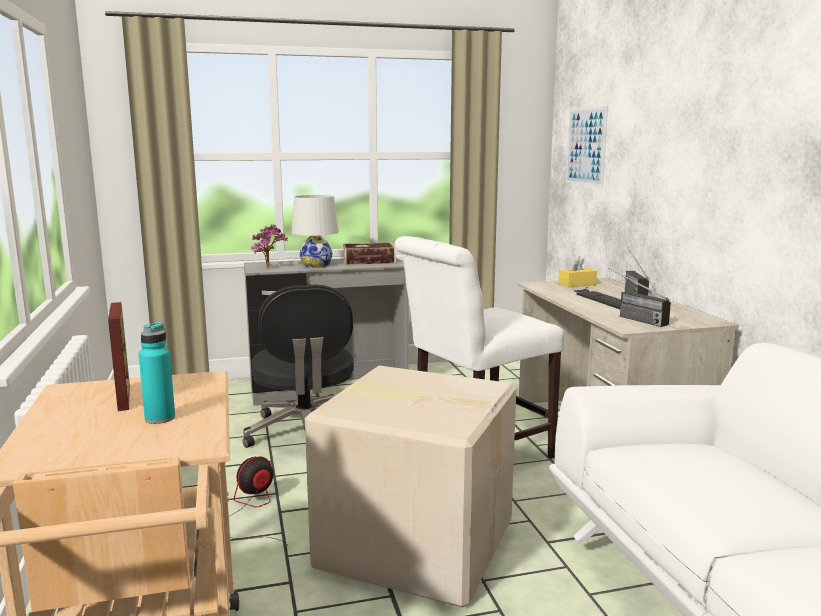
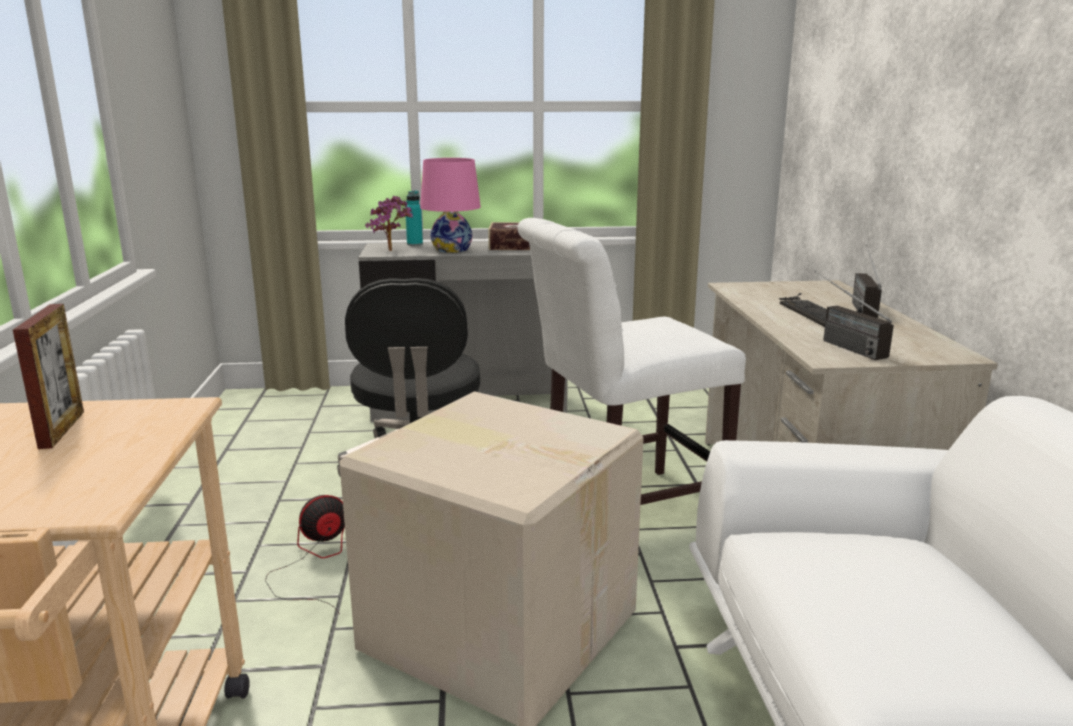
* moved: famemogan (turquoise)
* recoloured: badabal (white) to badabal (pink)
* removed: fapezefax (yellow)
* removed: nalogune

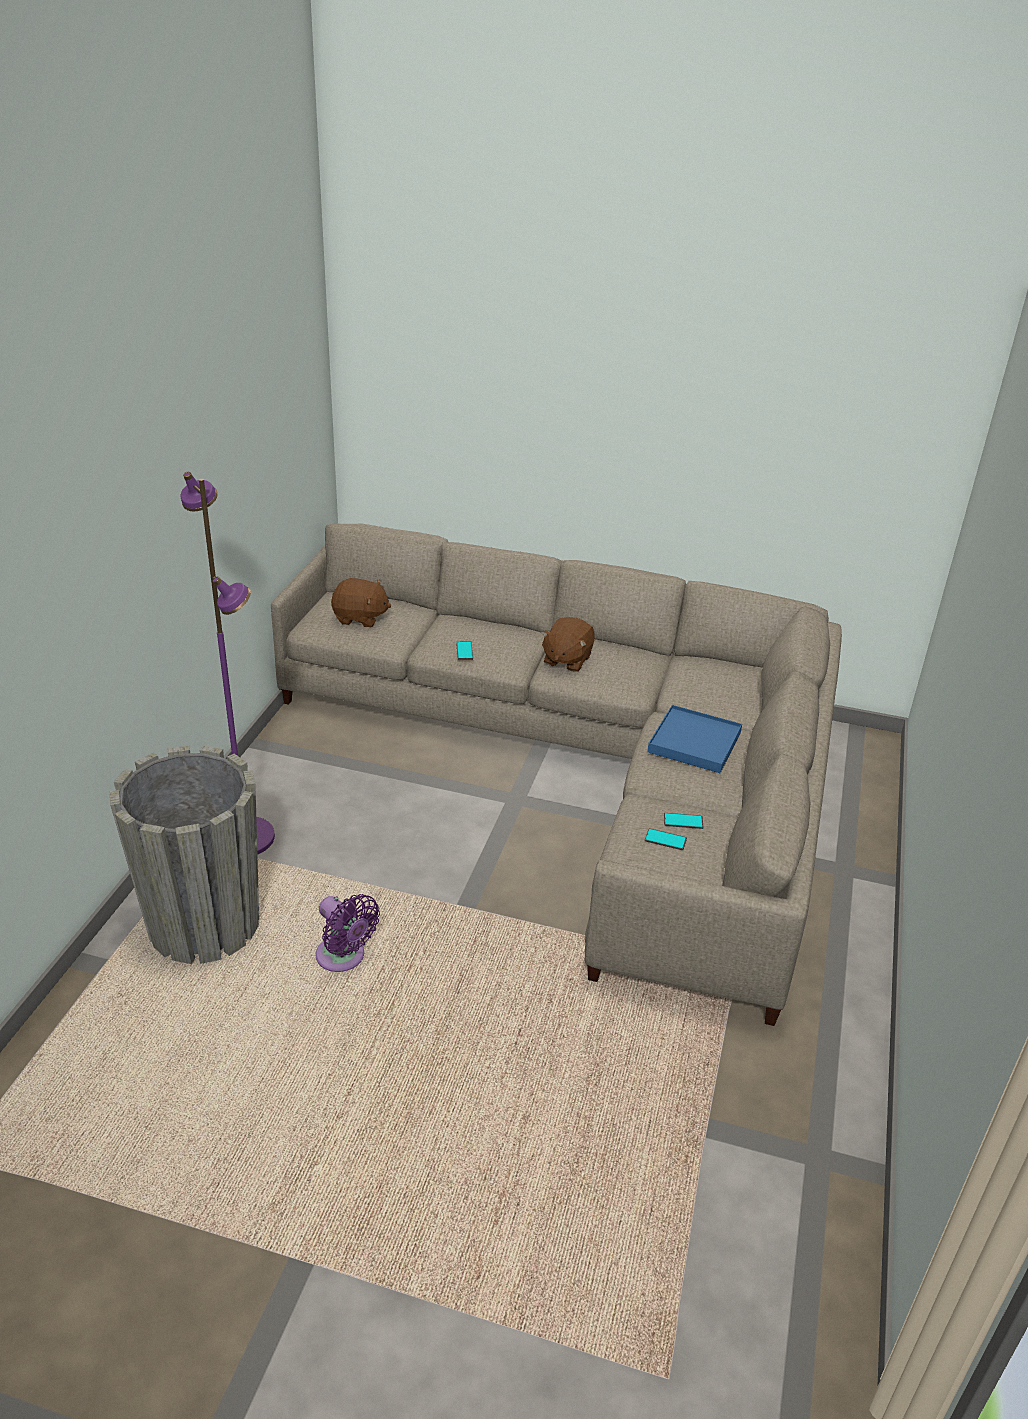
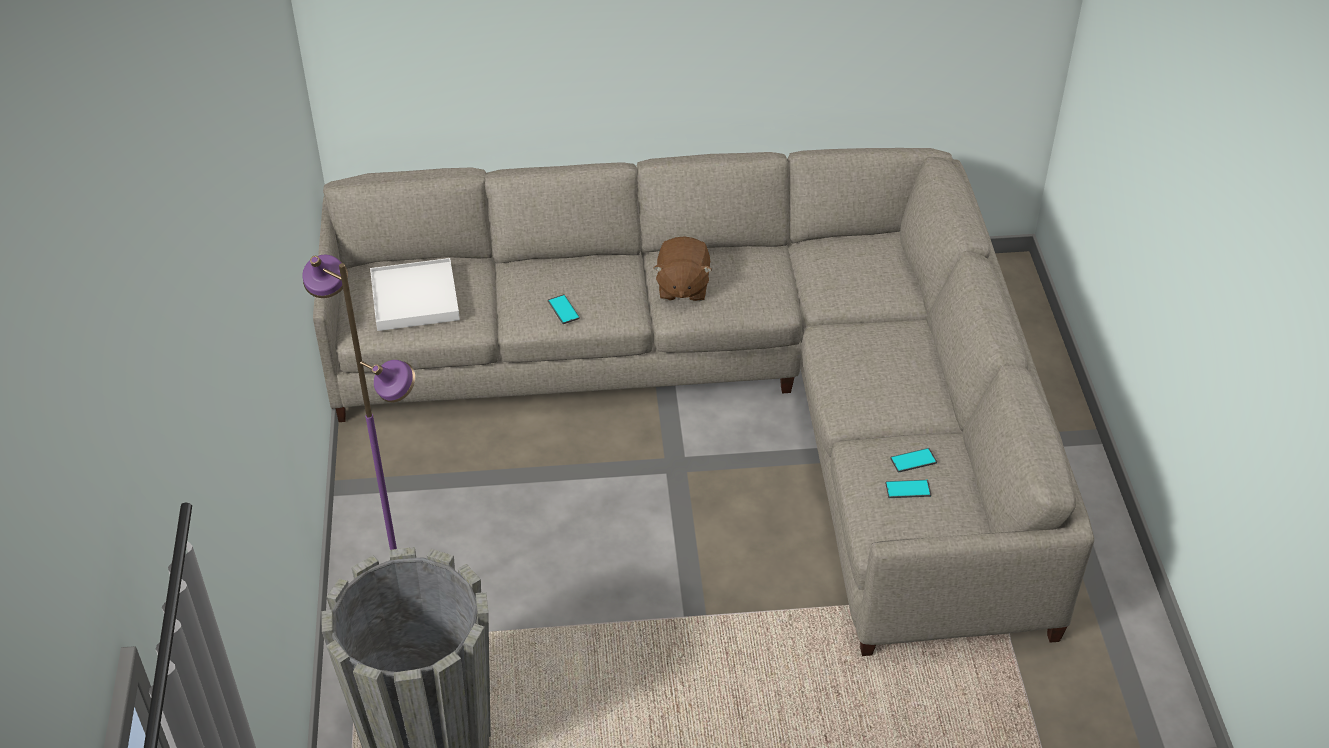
* removed: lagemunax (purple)
* replaced: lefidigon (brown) (1st from left) to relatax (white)
* removed: relatax (blue)

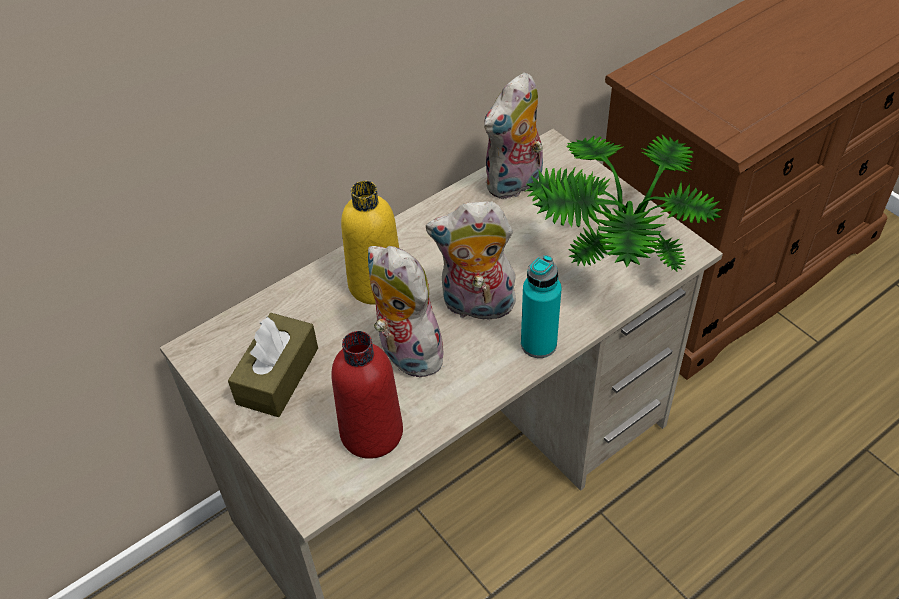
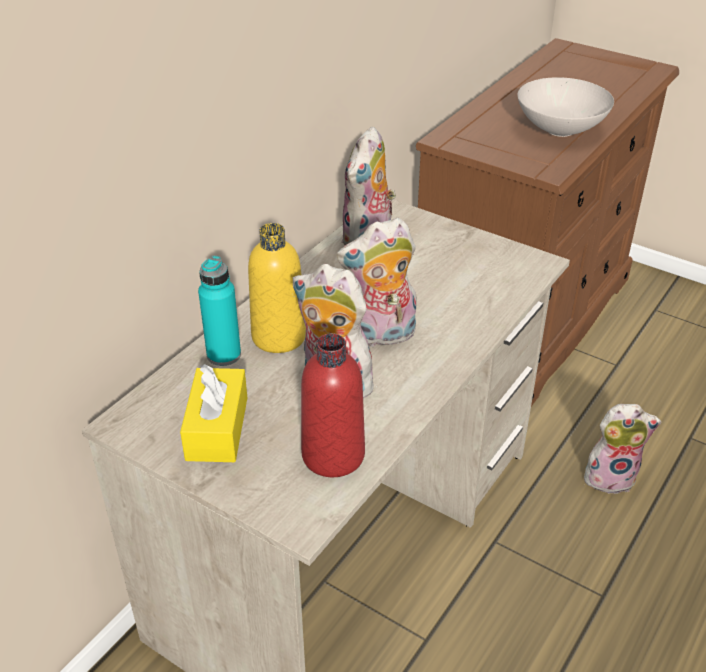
* recoloured: fapezefax (brown) to fapezefax (yellow)
* moved: famemogan (turquoise)
* removed: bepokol
* added: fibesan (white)
* added: lefidigon (4th from left)

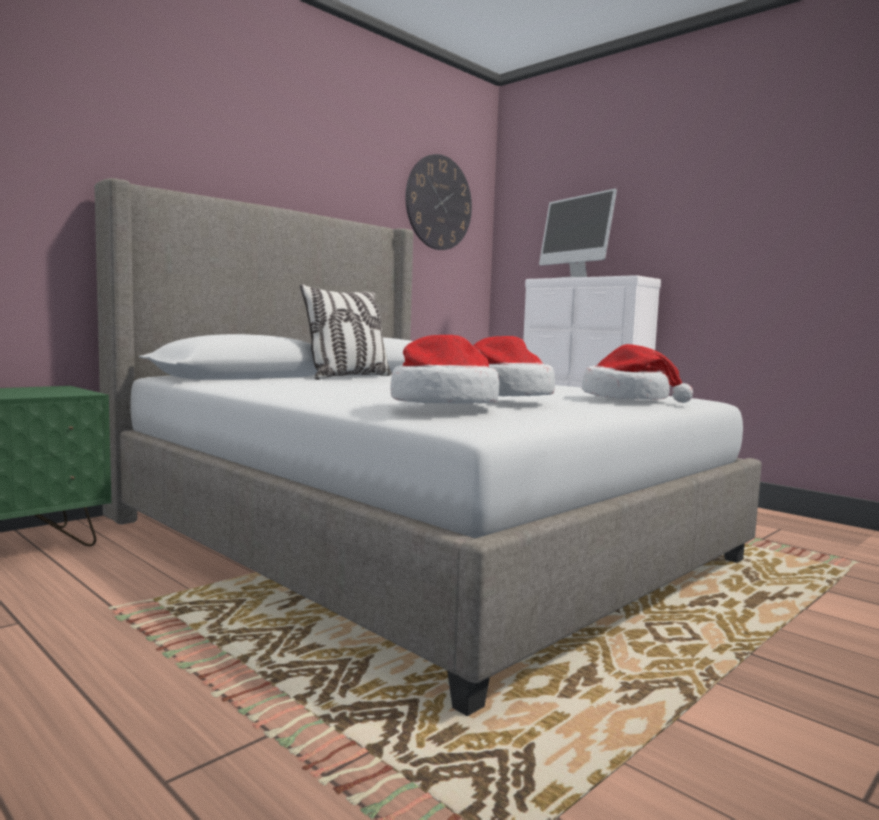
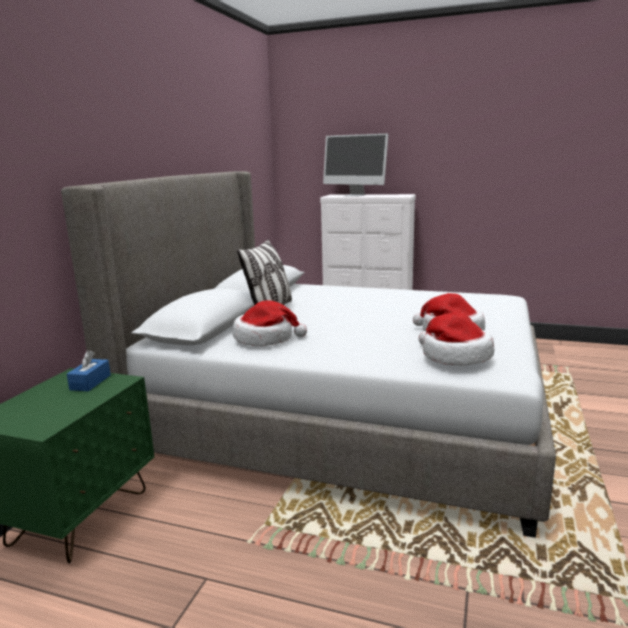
* removed: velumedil
* moved: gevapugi (3rd from left in the first image) to gevapugi (1st from left)
* added: fapezefax (blue)

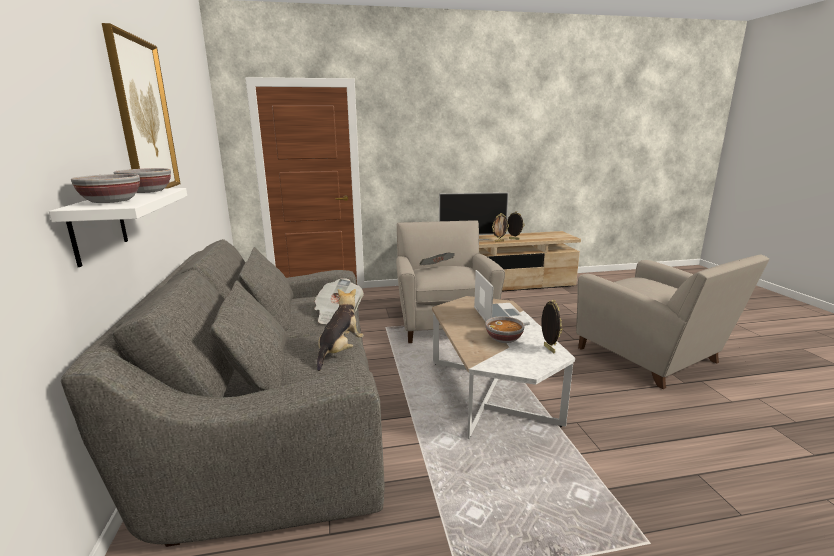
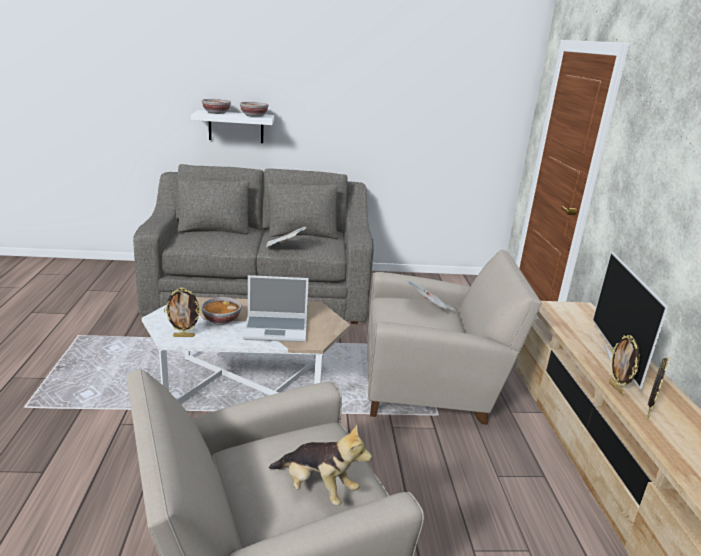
* removed: nalogune
* moved: lefidigon

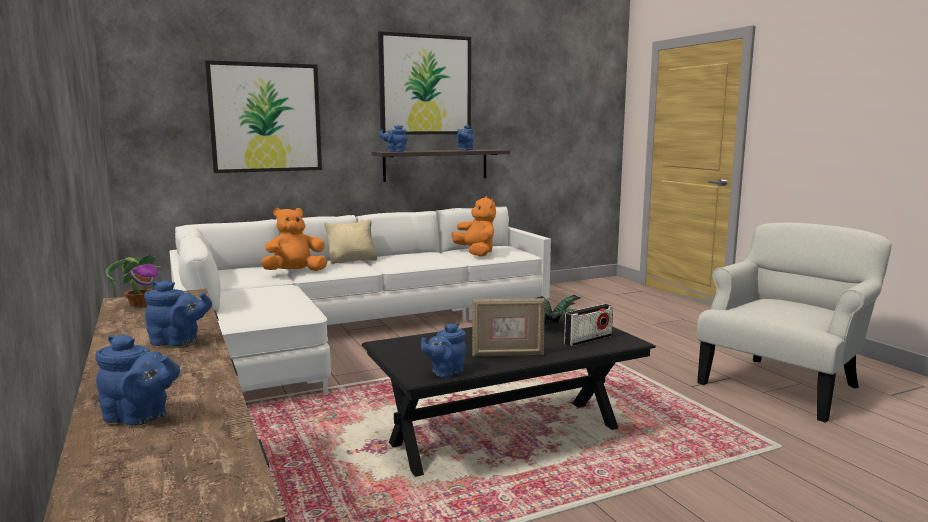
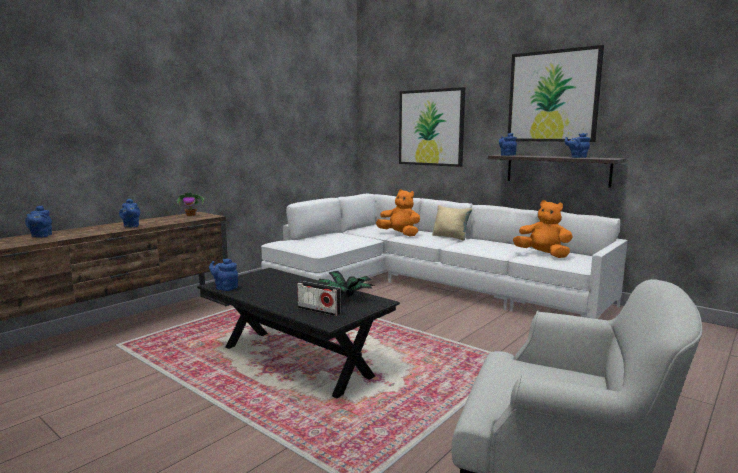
* turned: lefidigon (orange) (2nd from left) 90 degrees counterclockwise
* removed: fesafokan

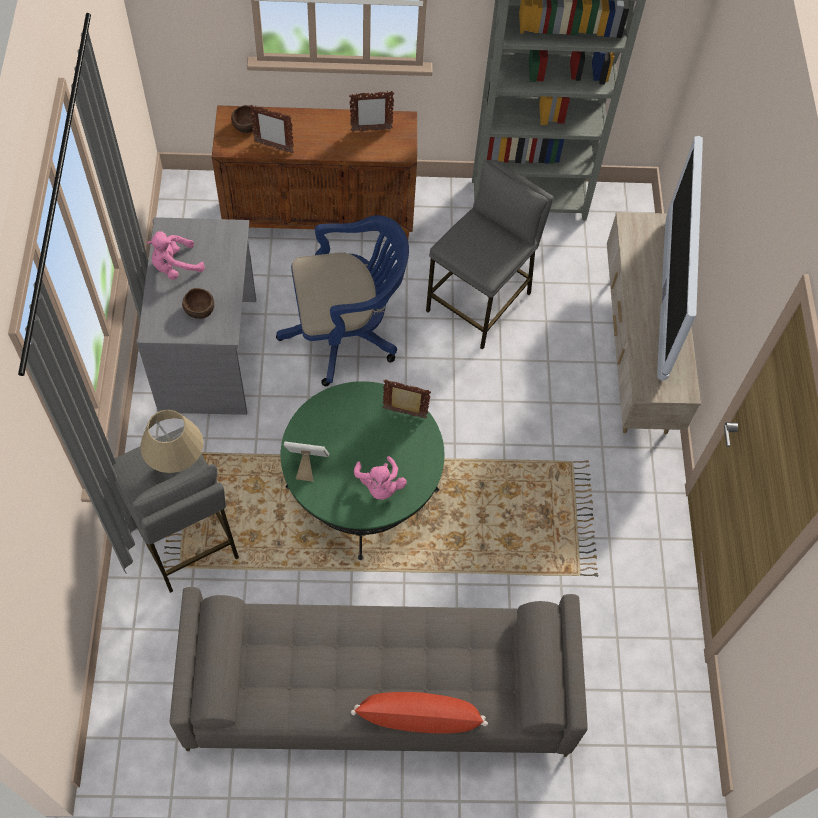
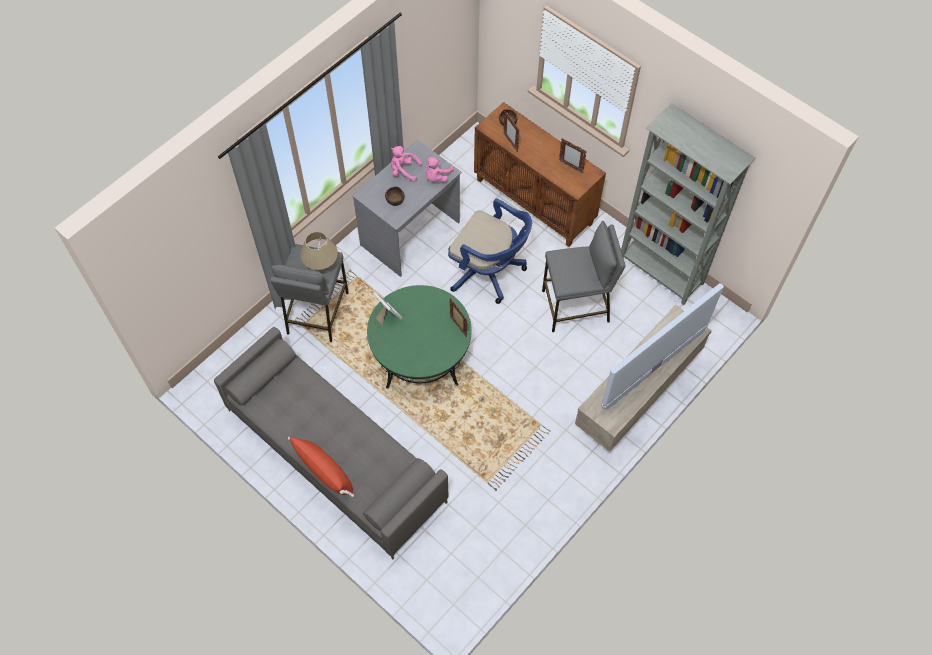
* moved: lefidigon (pink) (2nd from left)

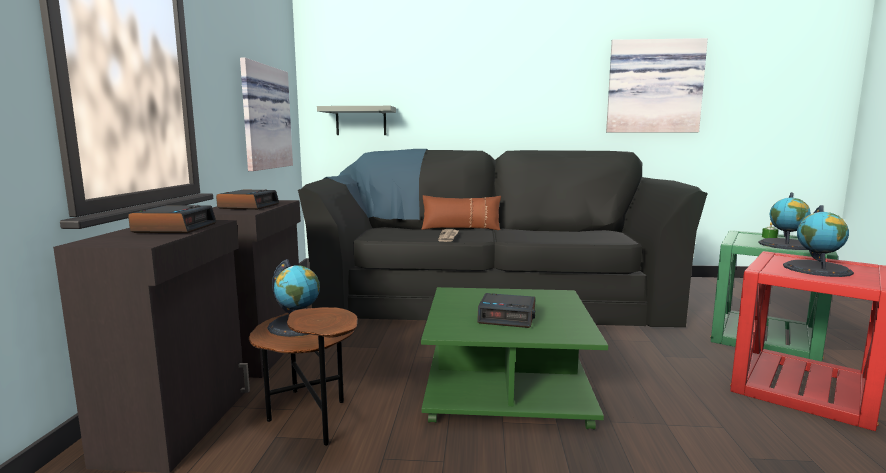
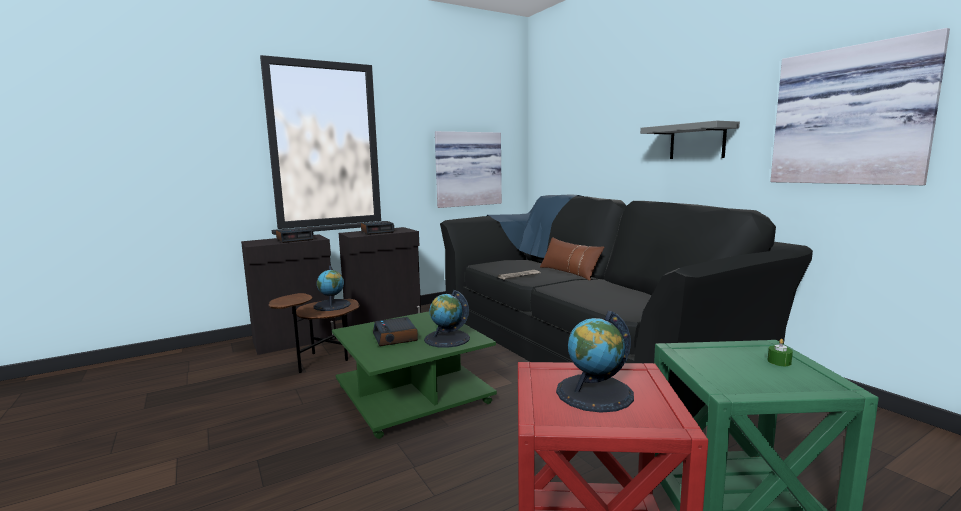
* moved: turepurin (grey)
* moved: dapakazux (2nd from left)

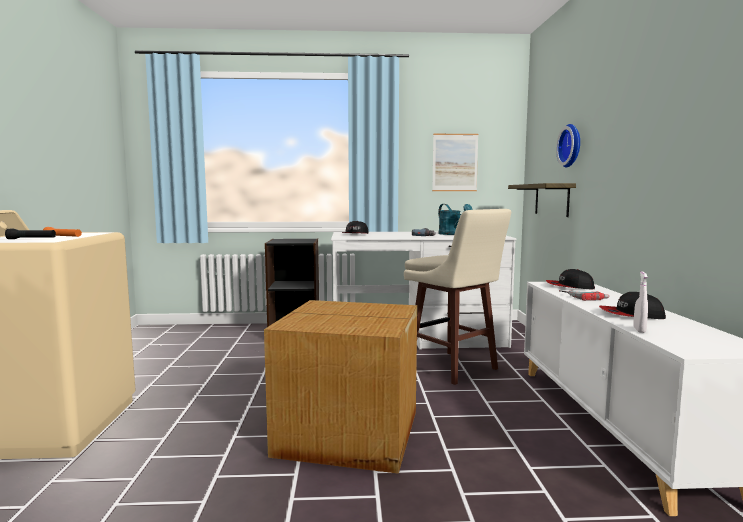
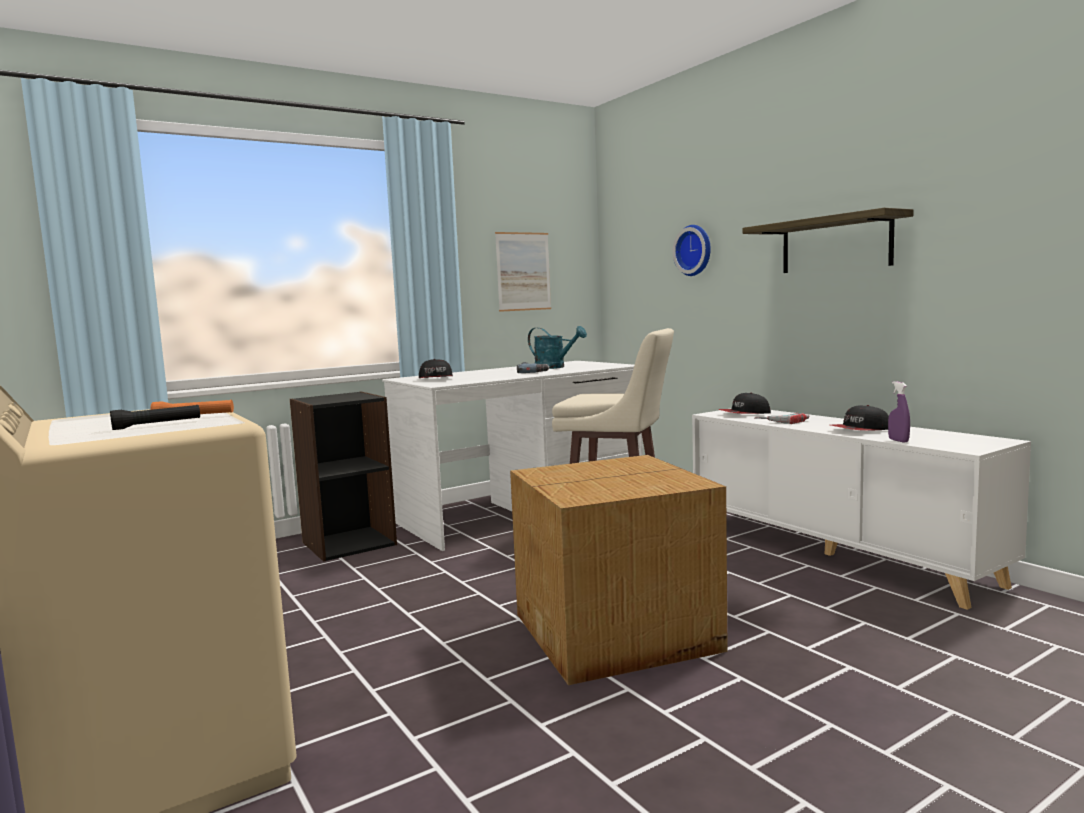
* moved: turepurin
* recoloured: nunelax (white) to nunelax (purple)

